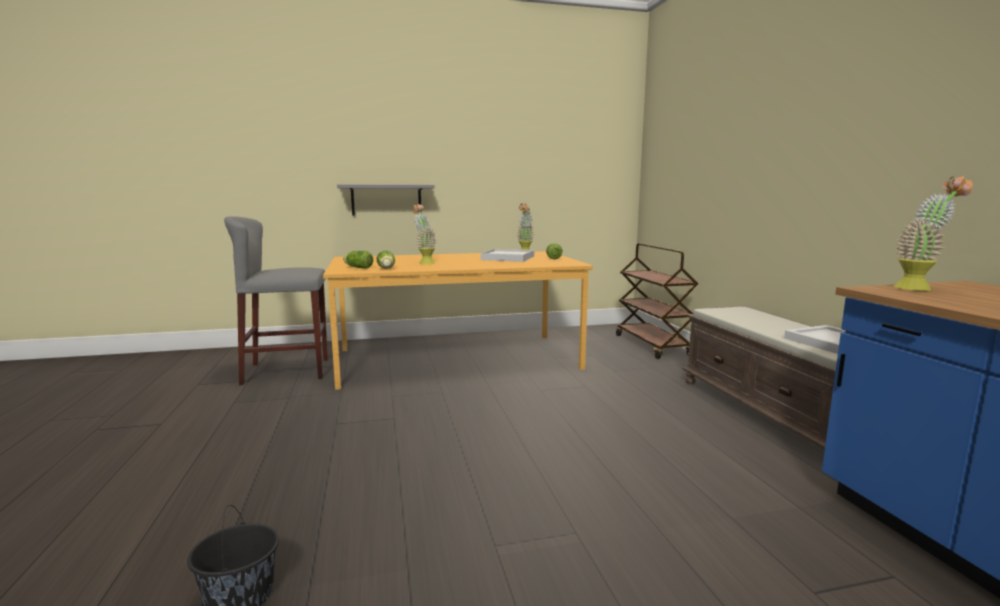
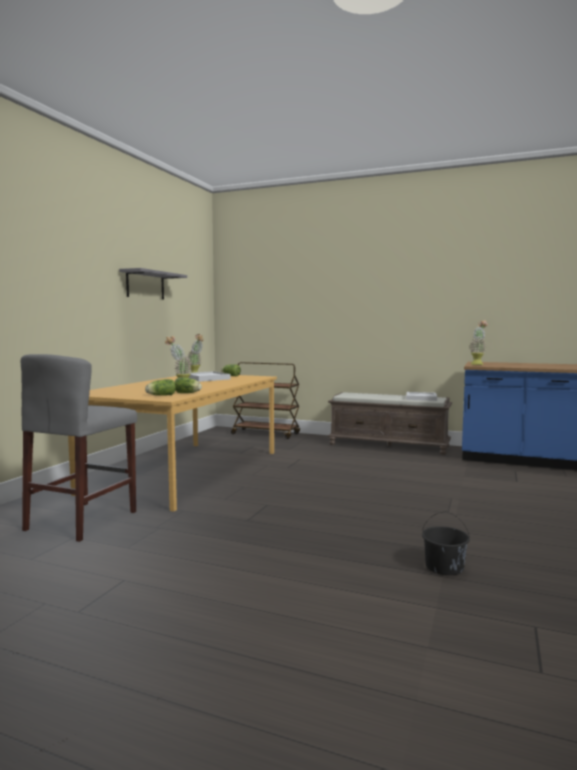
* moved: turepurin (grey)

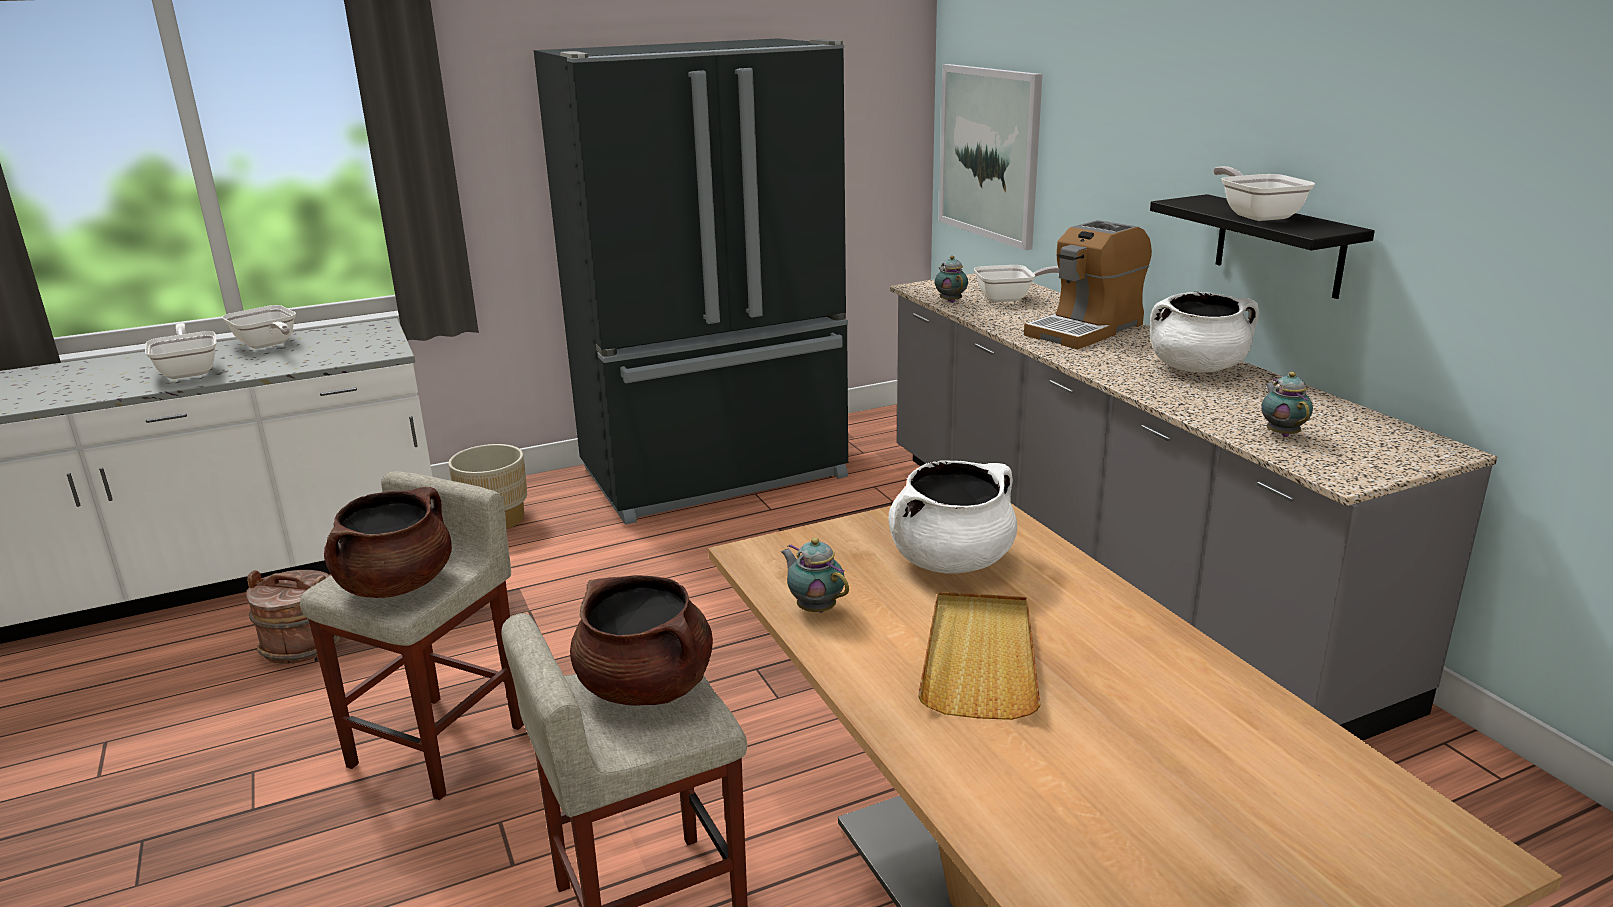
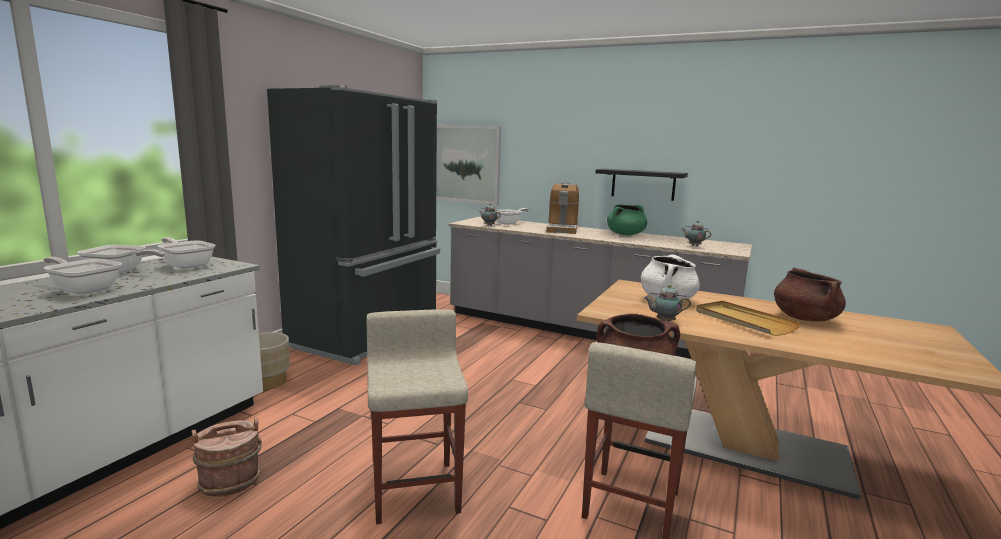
* moved: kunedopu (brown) (1st from left in the first image) to kunedopu (brown) (2nd from left)
* recoloured: kunedopu (white) (2nd from left) to kunedopu (green)
* moved: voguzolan (4th from left in the first image) to voguzolan (3rd from left)

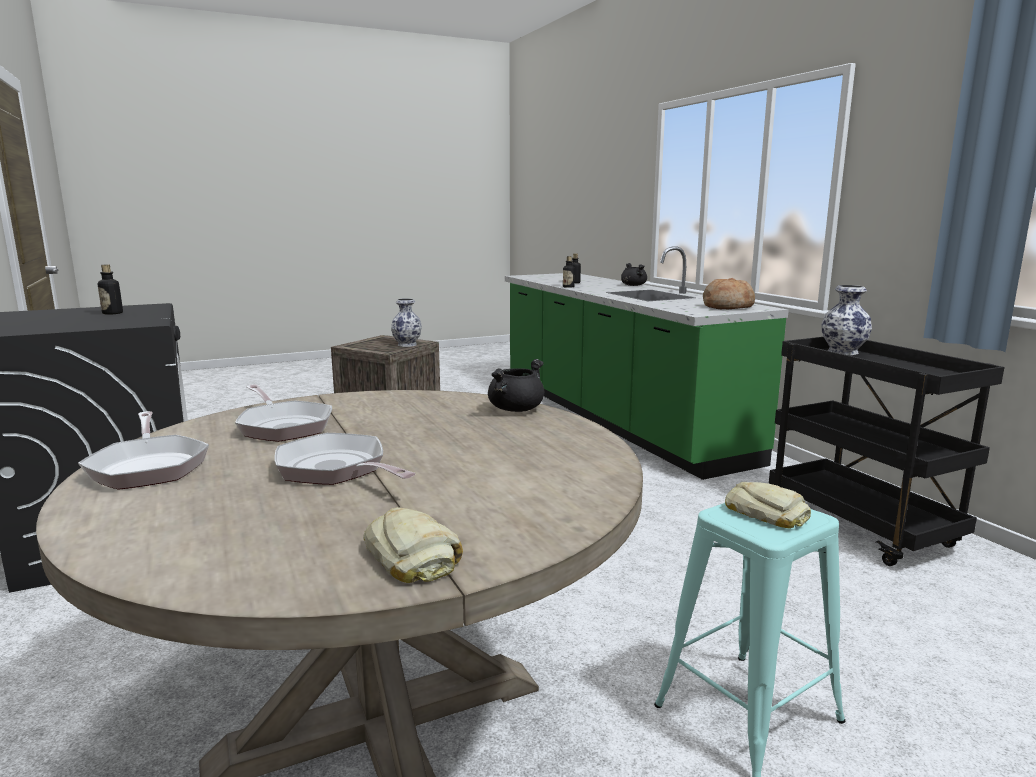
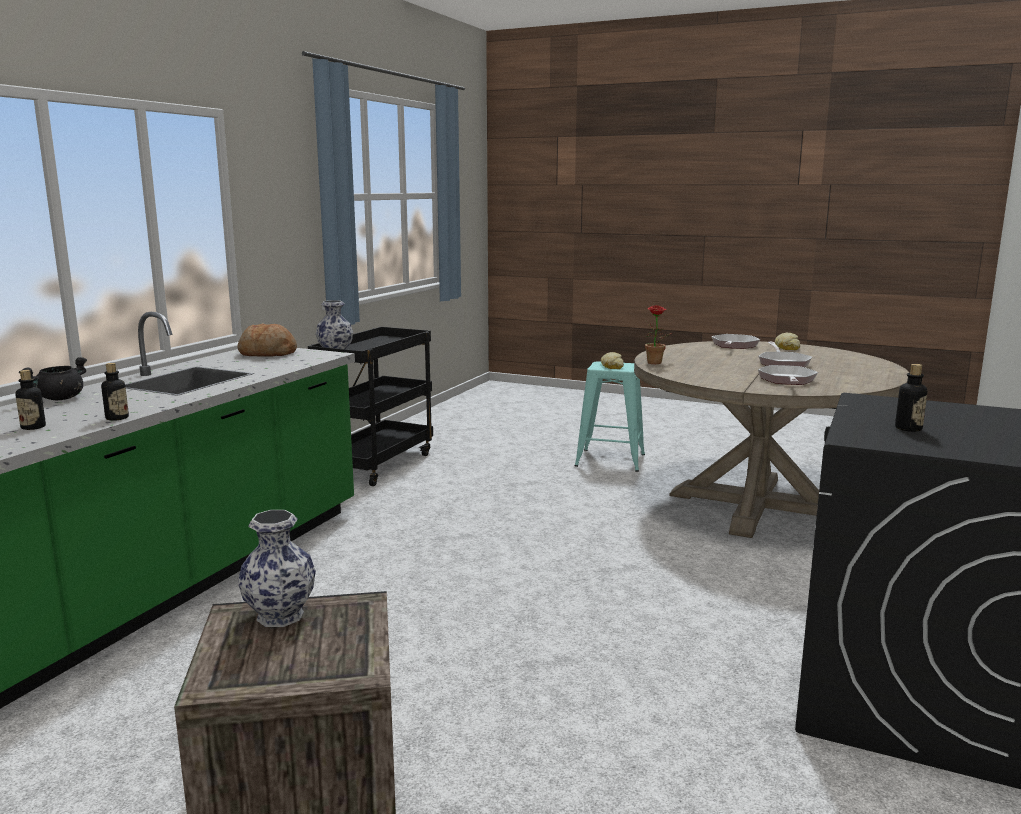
* moved: voguzolan (1st from left)
* replaced: kunedopu (black) (1st from left) to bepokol

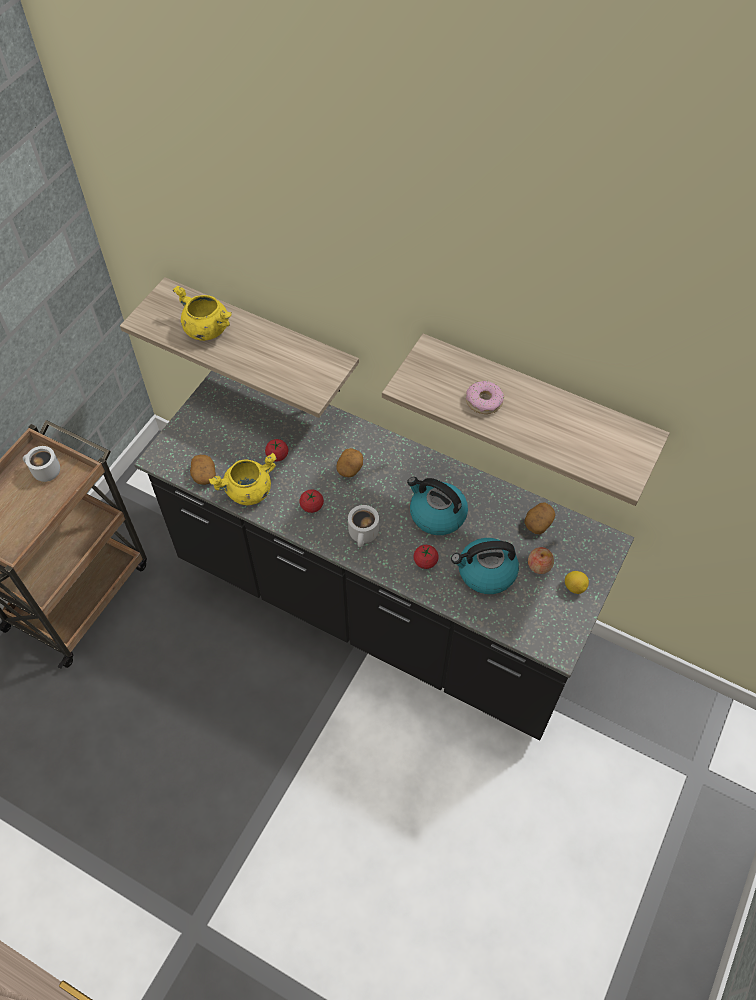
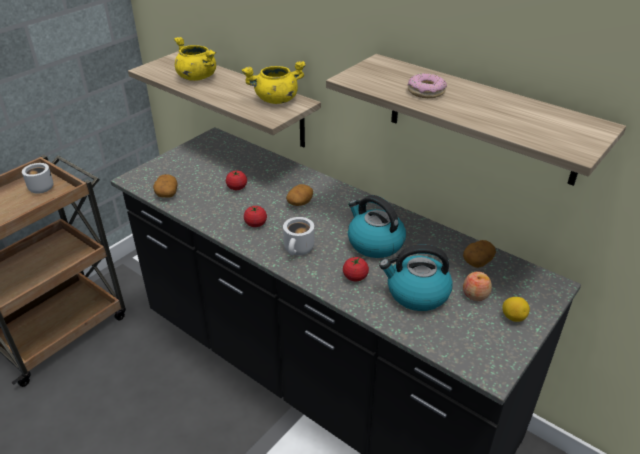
* moved: kunedopu (yellow) (2nd from left)

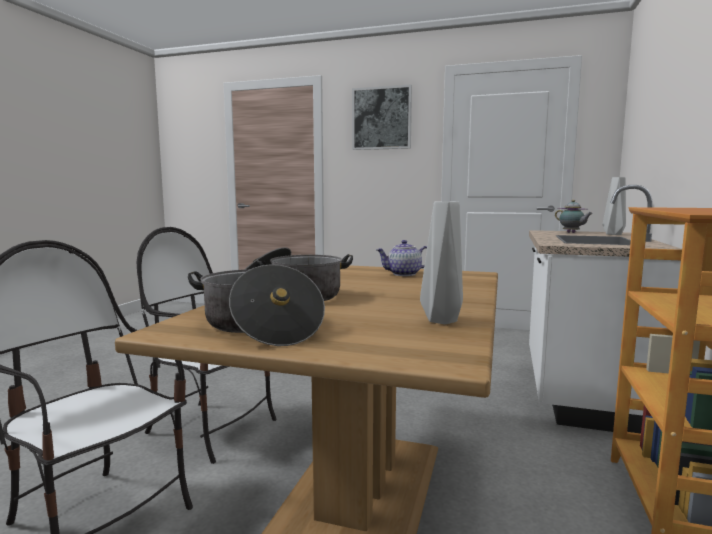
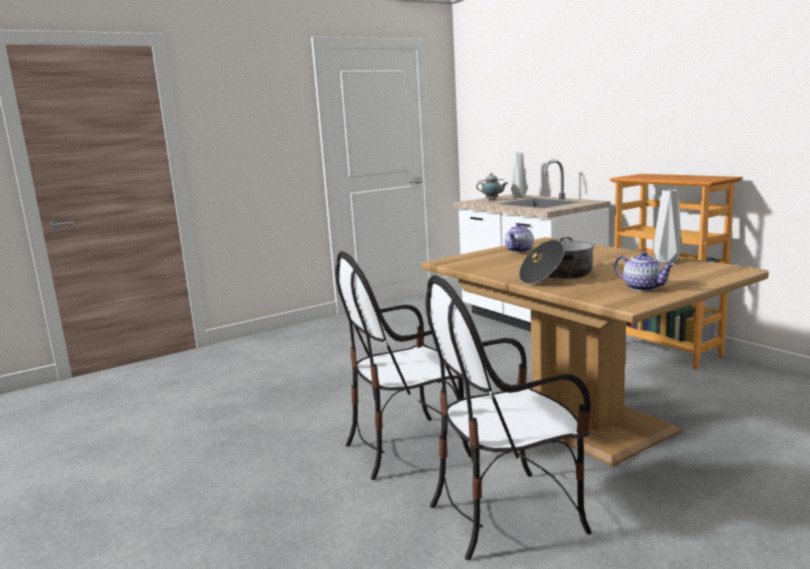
* replaced: kunedopu (1st from left) to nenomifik (3rd from left)
* removed: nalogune

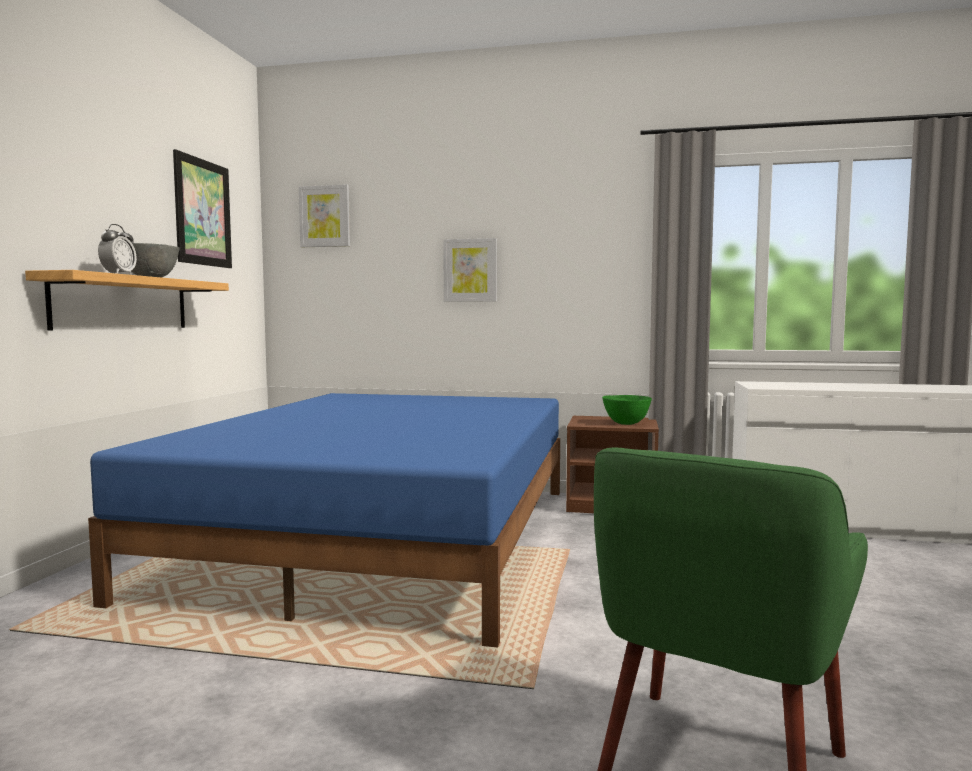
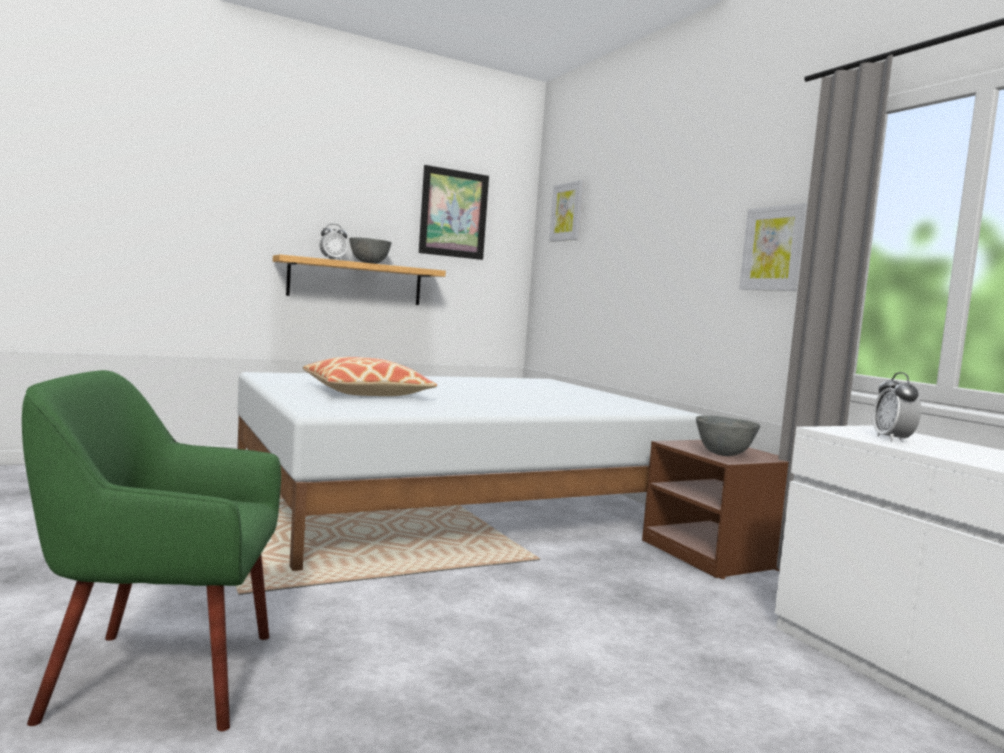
* recoloured: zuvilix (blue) to zuvilix (white)
* moved: nalogune (3rd from left)
* recoloured: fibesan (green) to fibesan (grey) (2nd from left)
* added: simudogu
* added: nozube (2nd from left)

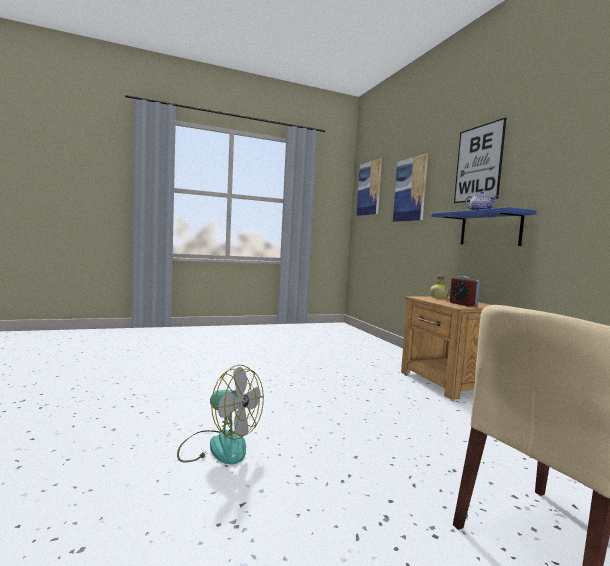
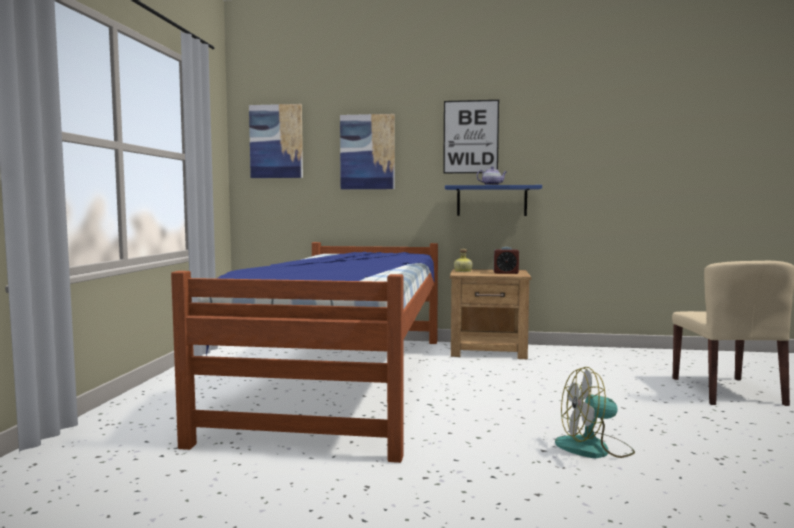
* turned: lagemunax 150 degrees counterclockwise
* added: zuvilix

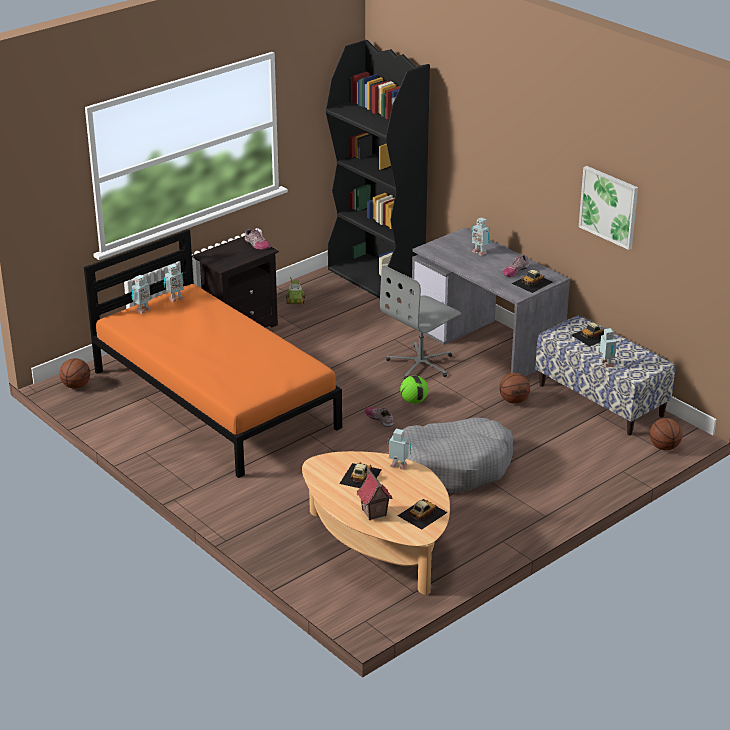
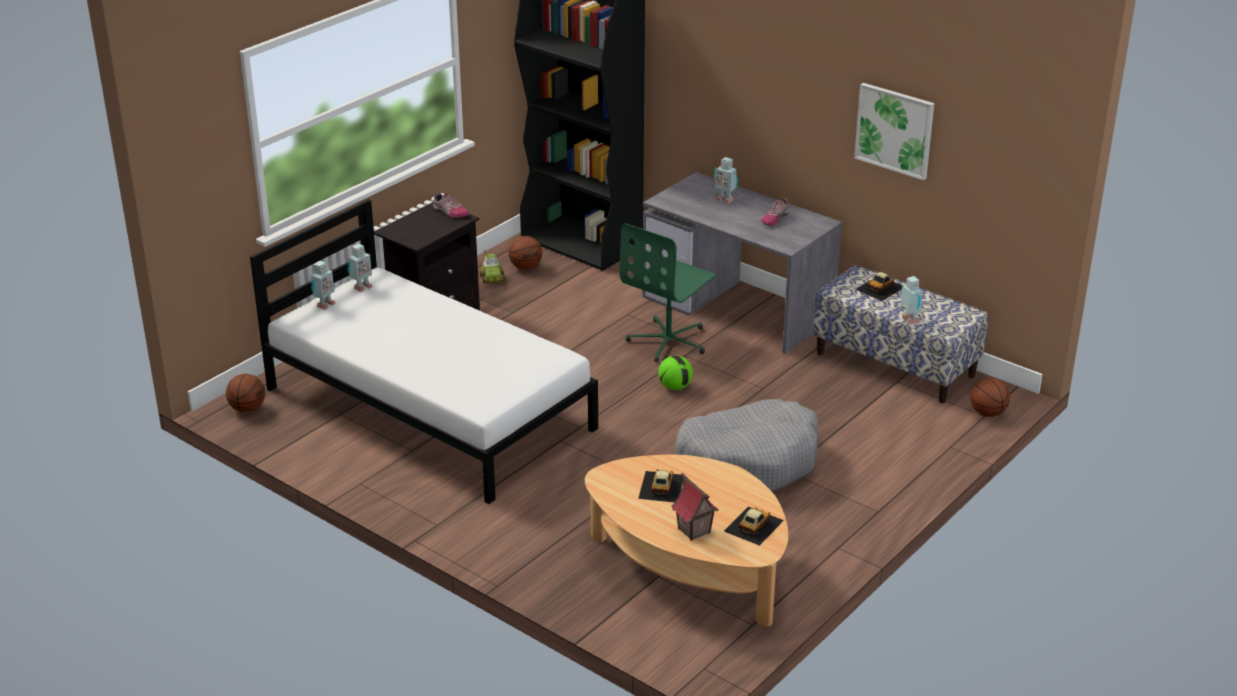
* recoloured: zuvilix (orange) to zuvilix (white)
* removed: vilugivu (2nd from left)
* recoloured: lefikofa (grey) to lefikofa (green)
* removed: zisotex (3rd from left)
* moved: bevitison (2nd from left)
* removed: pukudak (4th from left)

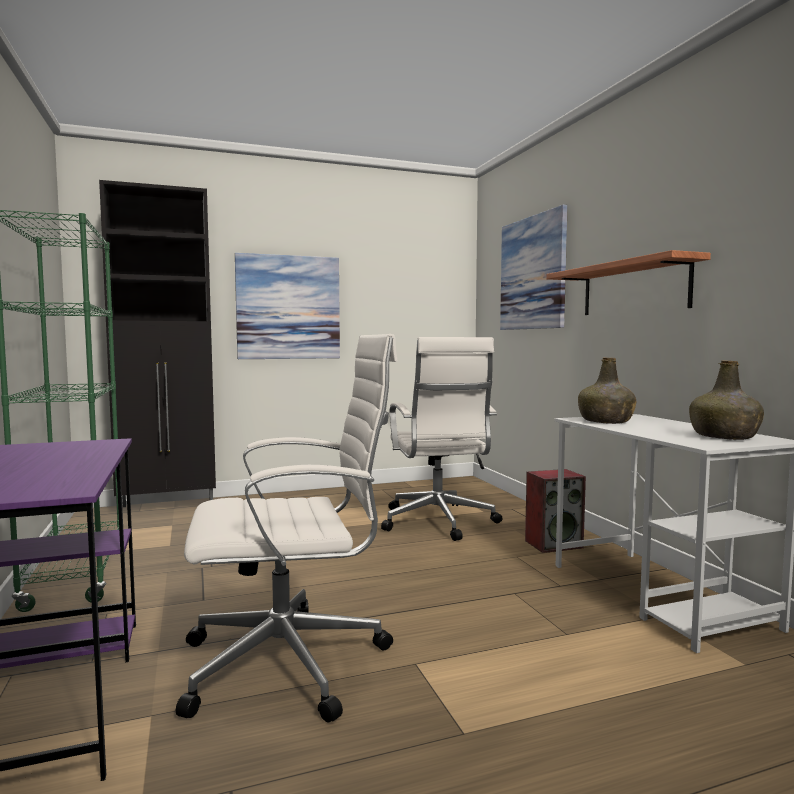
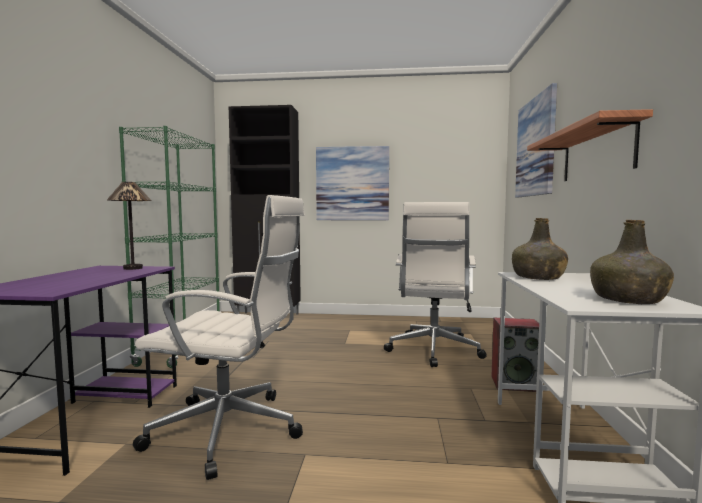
* added: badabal

